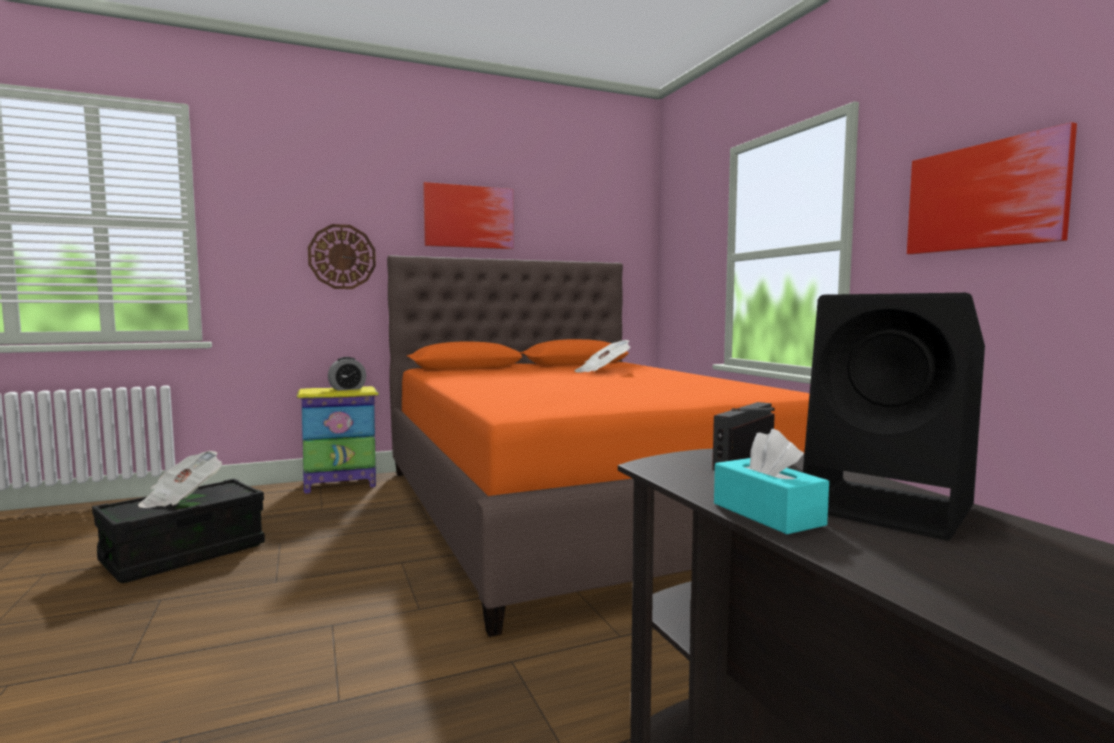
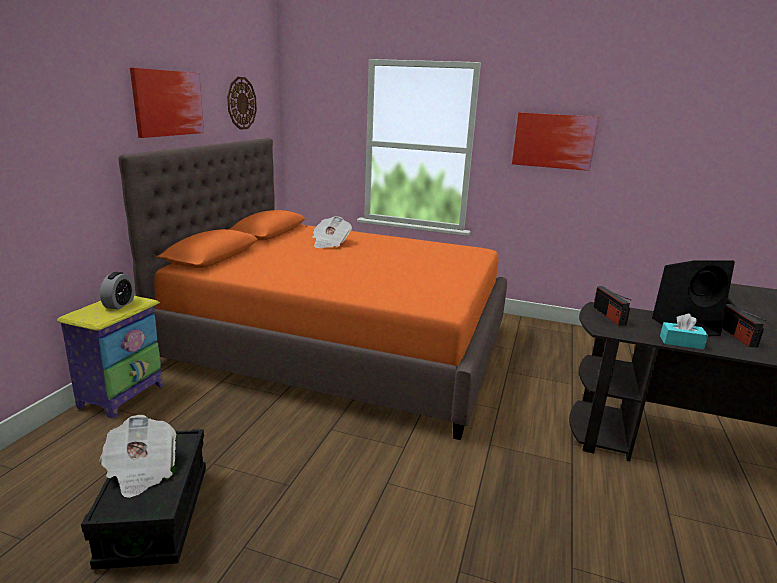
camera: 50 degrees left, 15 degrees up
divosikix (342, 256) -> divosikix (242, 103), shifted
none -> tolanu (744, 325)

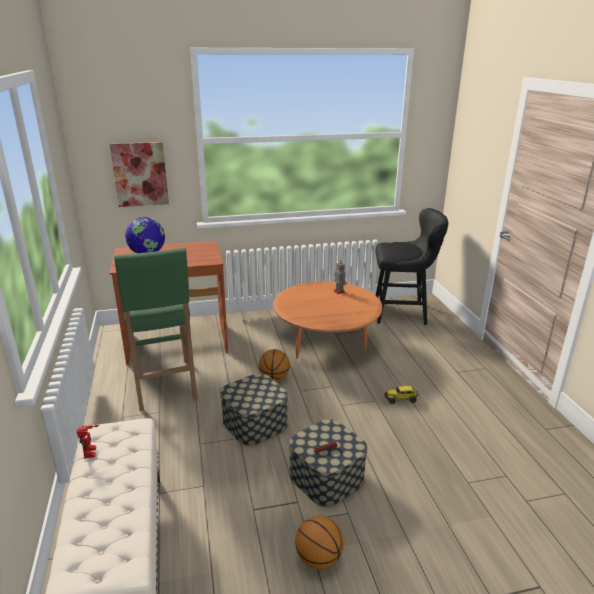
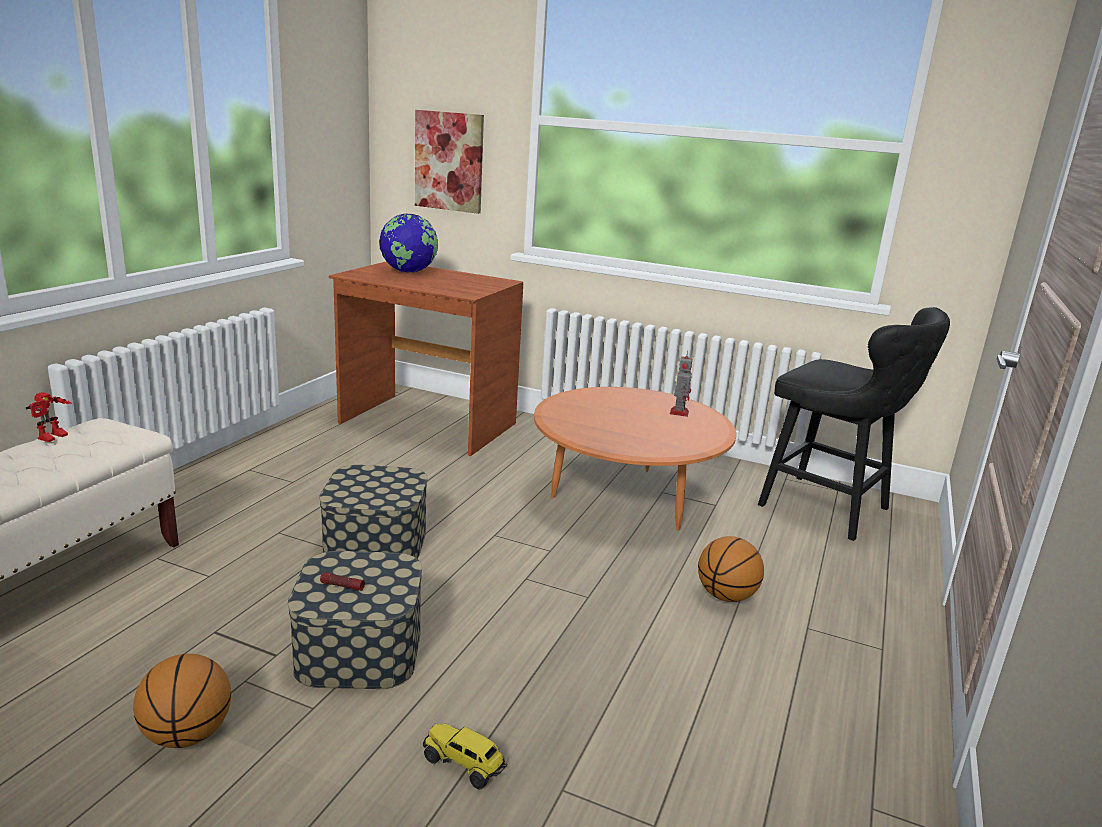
camera: 35 degrees right, 5 degrees down
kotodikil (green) (156, 329) -> none
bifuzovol (274, 365) -> bifuzovol (731, 569), shifted
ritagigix (401, 395) -> ritagigix (465, 757), shifted

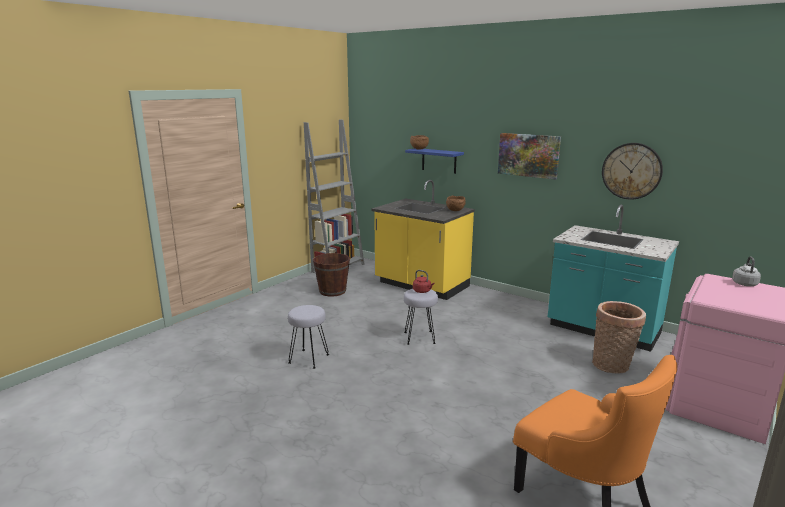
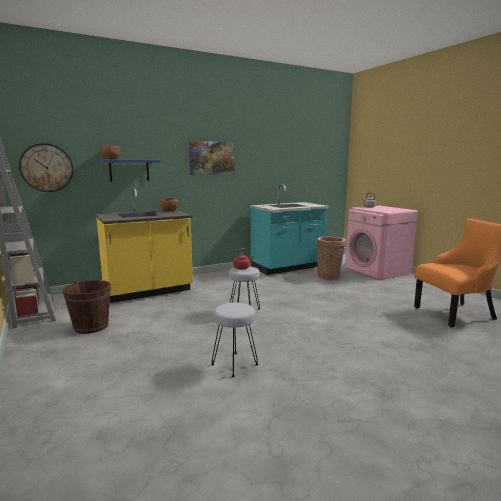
camera: 65 degrees left, 5 degrees down
divosikix (632, 171) -> divosikix (46, 167), shifted

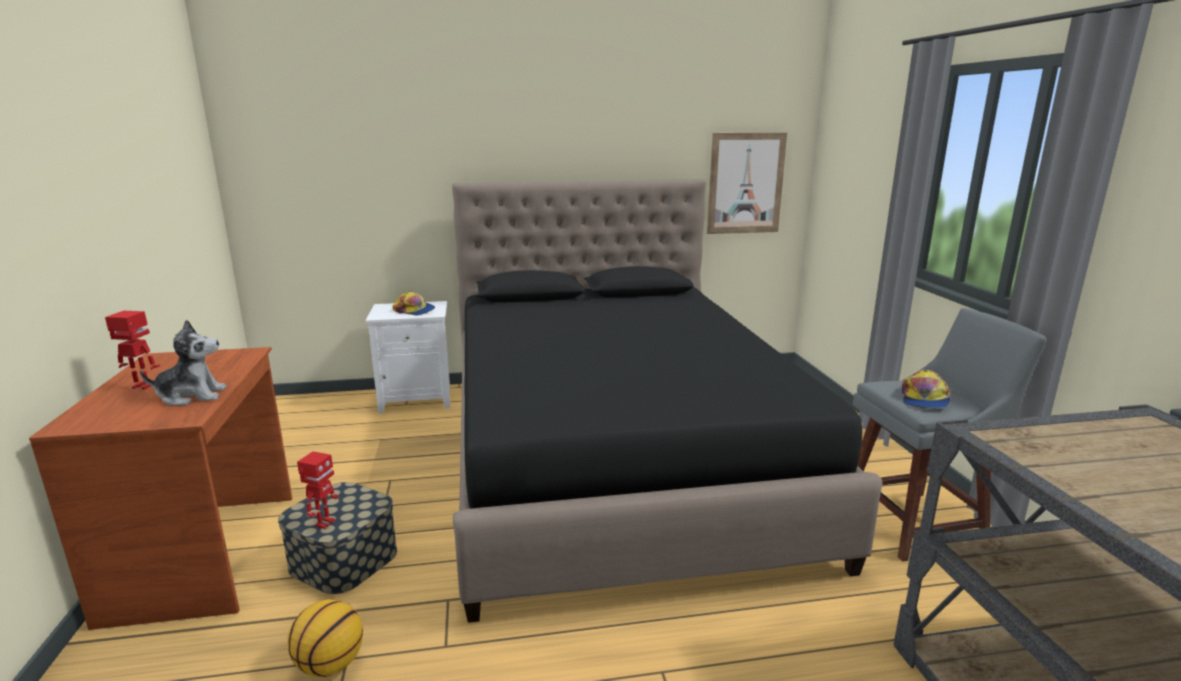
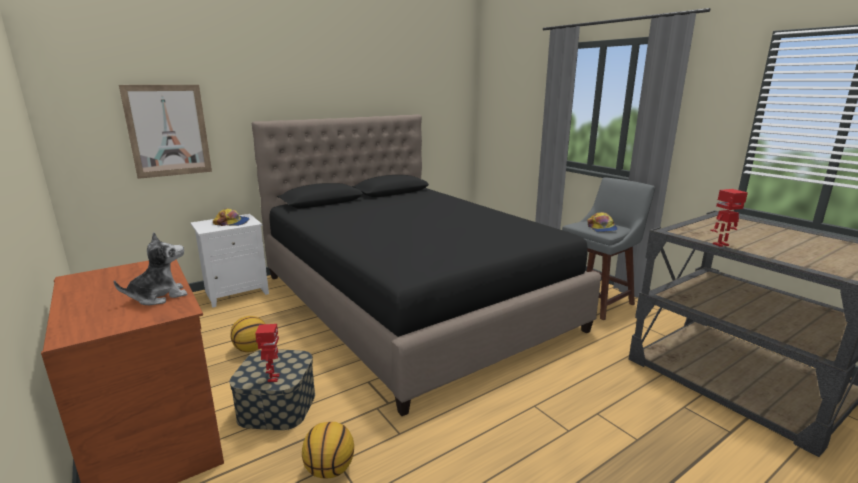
camera: 25 degrees left, 0 degrees up
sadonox (132, 350) -> sadonox (729, 218), shifted
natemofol (747, 183) -> natemofol (165, 132), shifted
none -> bifuzovol (247, 334)

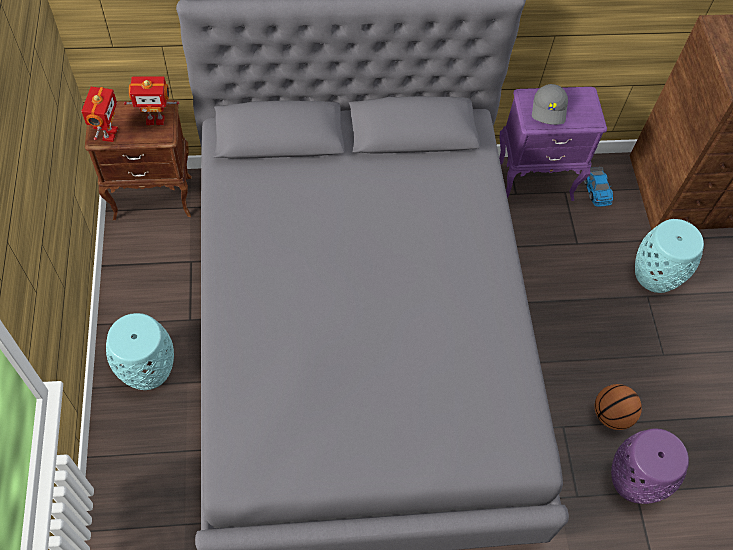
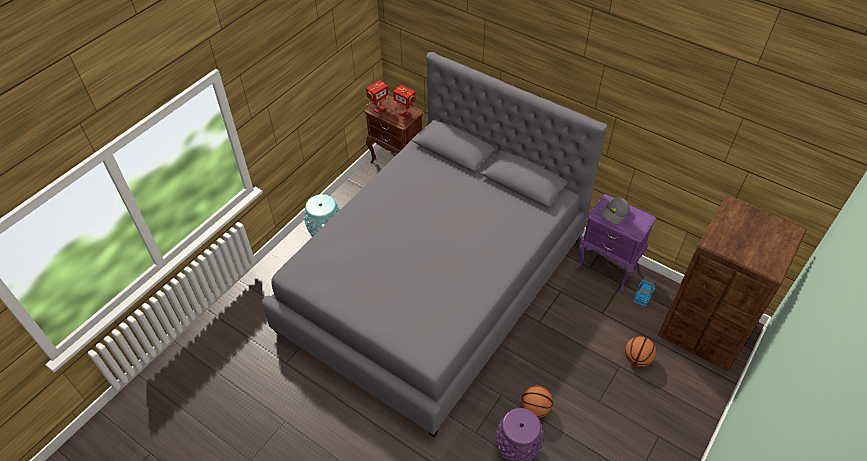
camera: 45 degrees right, 10 degrees down
kotodikil (turquoise) (669, 256) -> bifuzovol (640, 351)

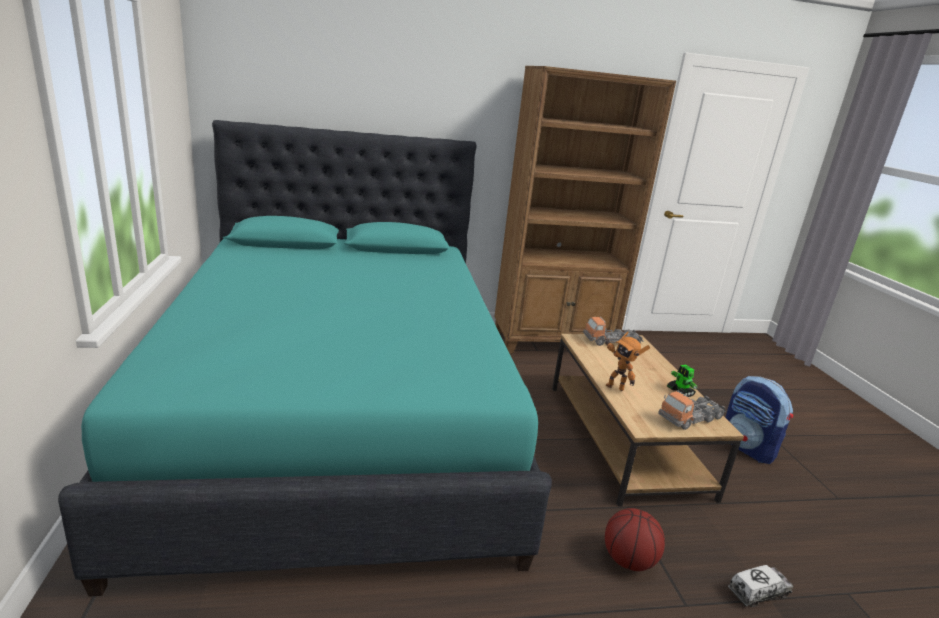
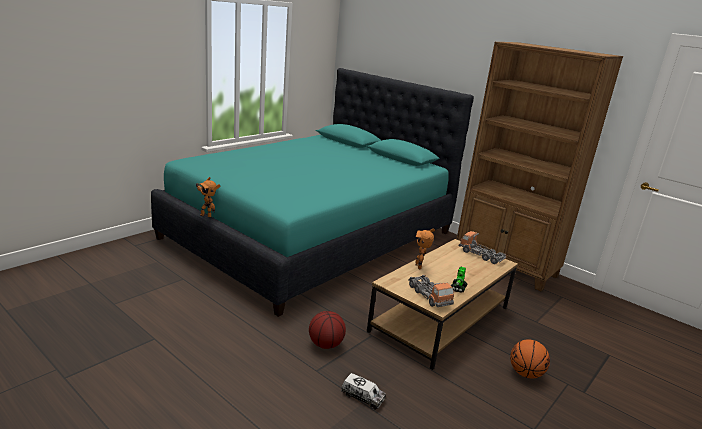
camera: 50 degrees right, 0 degrees up
ritagigix (692, 410) -> ritagigix (431, 291), 135 degrees counterclockwise
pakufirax (759, 420) -> bifuzovol (530, 359)
none -> sadonox (207, 197)

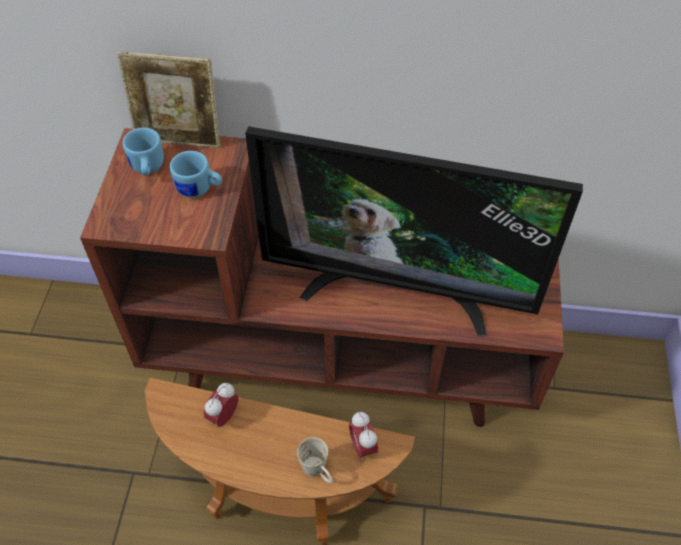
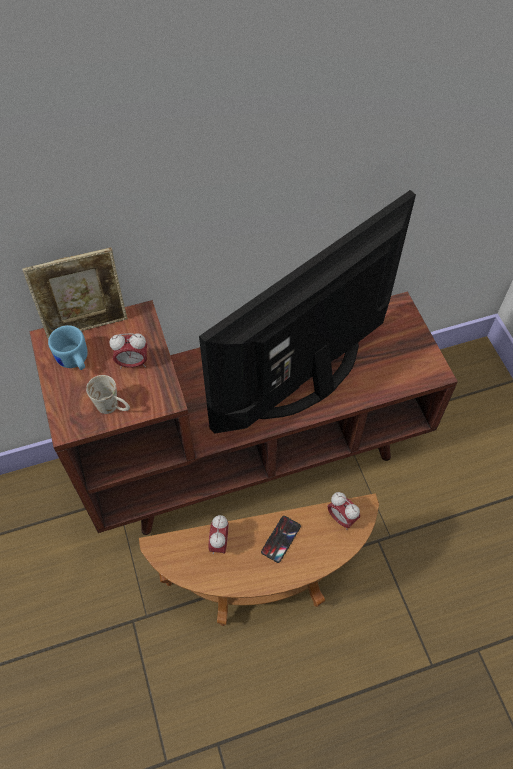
camera: 25 degrees left, 5 degrees up
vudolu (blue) (196, 174) -> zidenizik (128, 351)
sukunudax (414, 232) -> sukunudax (307, 312), 150 degrees clockwise
vudolu (white) (315, 460) -> vudolu (white) (108, 394), shifted
none -> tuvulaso (281, 539)

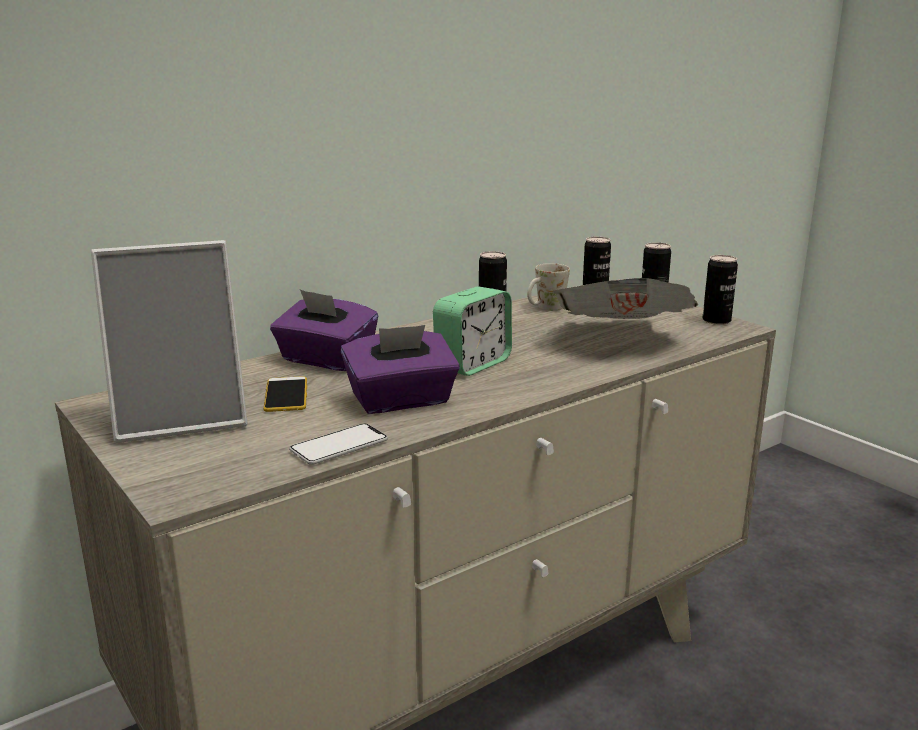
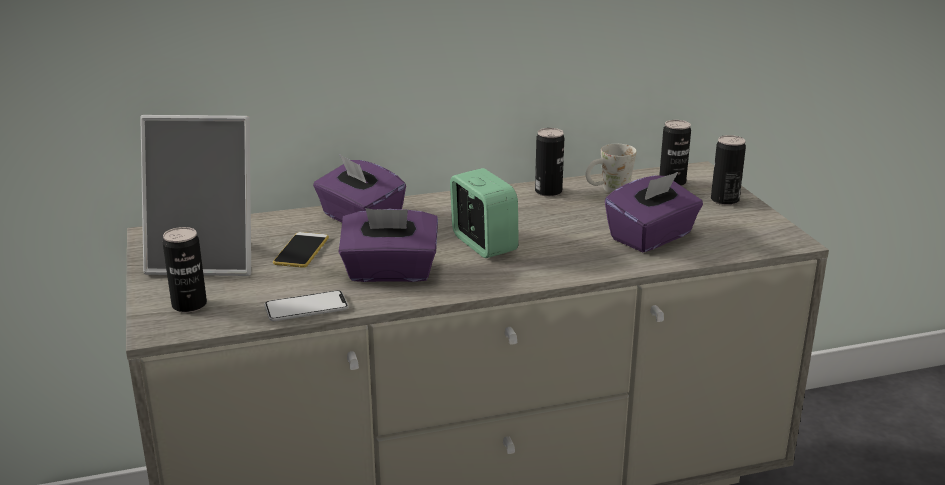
camera: 20 degrees right, 5 degrees up
zidenizik (472, 331) -> zidenizik (484, 213), 90 degrees counterclockwise
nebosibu (625, 298) -> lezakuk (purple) (654, 212)
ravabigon (720, 290) -> ravabigon (185, 270), shifted

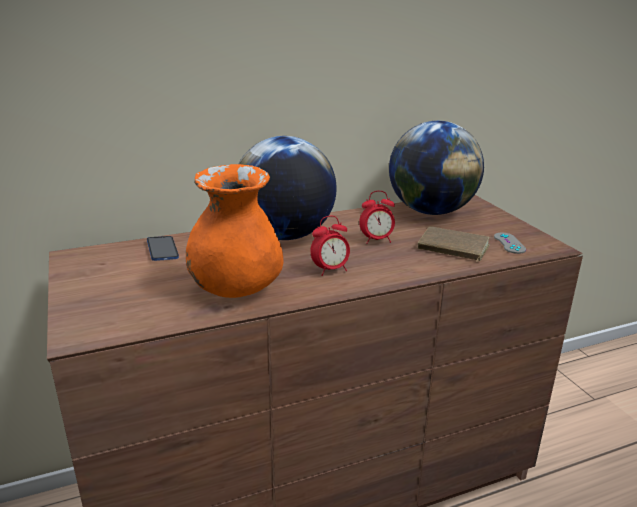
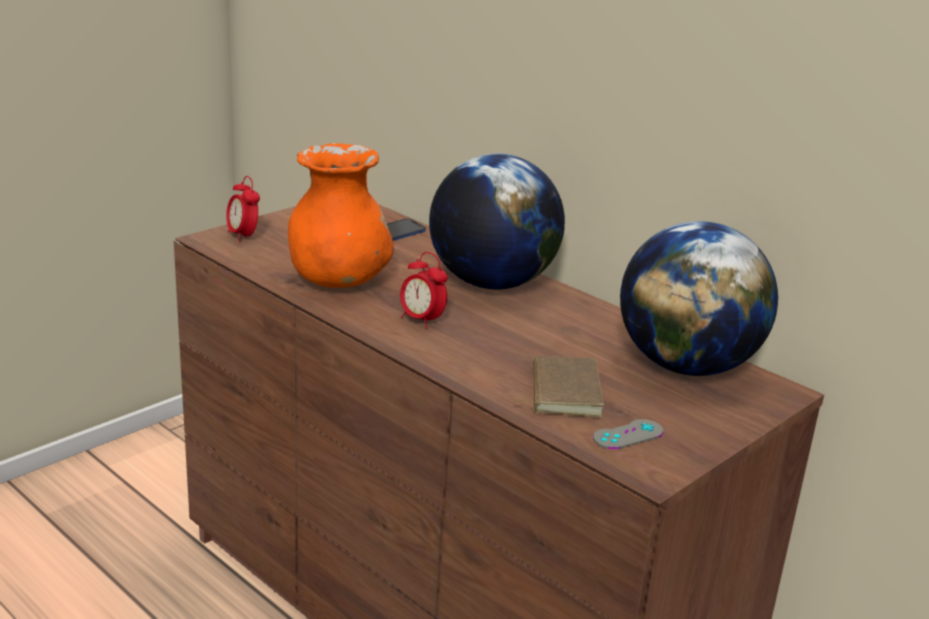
camera: 65 degrees right, 0 degrees up
zidenizik (377, 217) -> zidenizik (243, 209), shifted

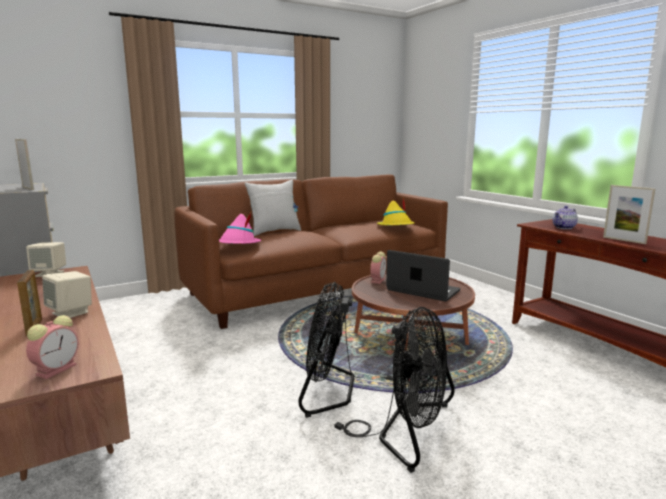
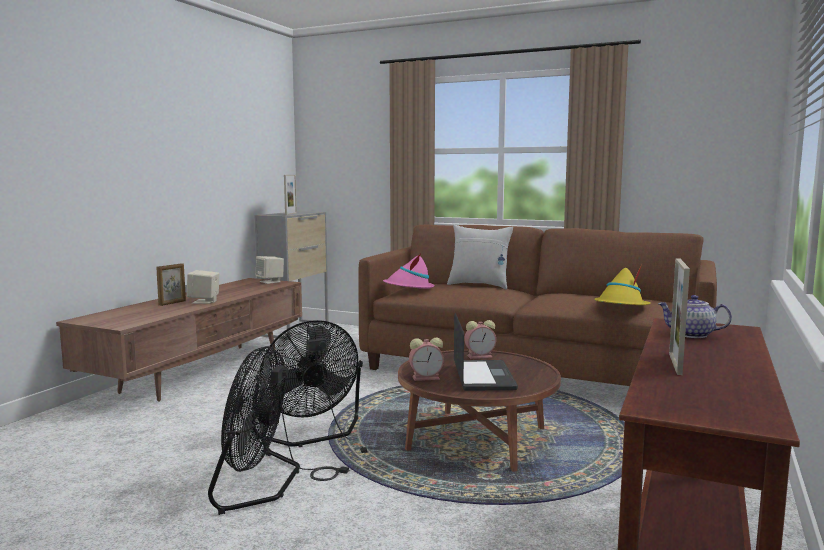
camera: 55 degrees right, 5 degrees down
zidenizik (52, 347) -> zidenizik (426, 359), shifted
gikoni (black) (394, 390) -> gikoni (black) (279, 430), 105 degrees clockwise

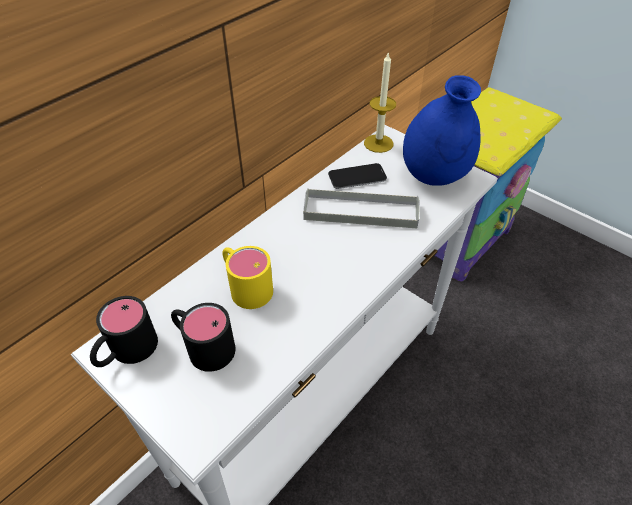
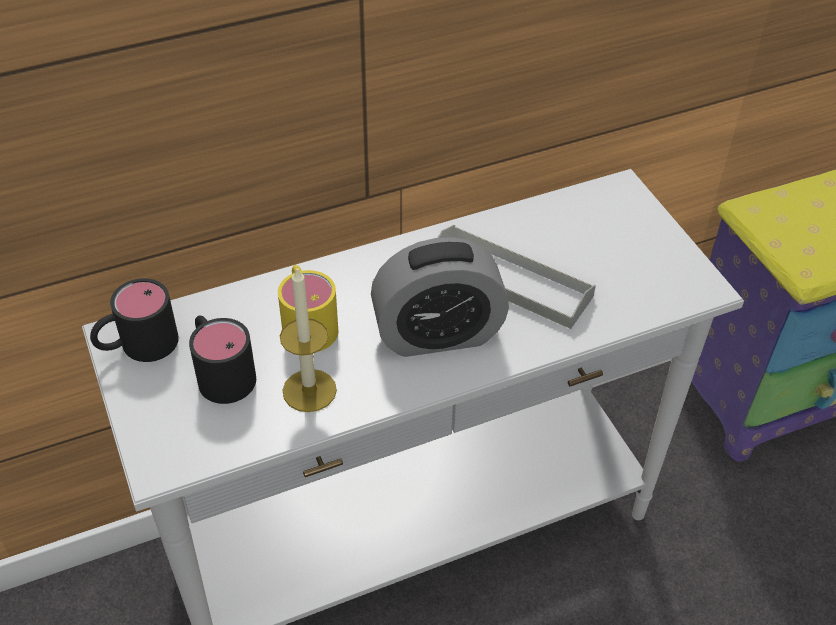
camera: 25 degrees right, 0 degrees up
tuvulaso (357, 176) -> none
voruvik (380, 102) -> voruvik (308, 340), shifted
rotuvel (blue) (442, 130) -> none
none -> zidenizik (440, 297)

